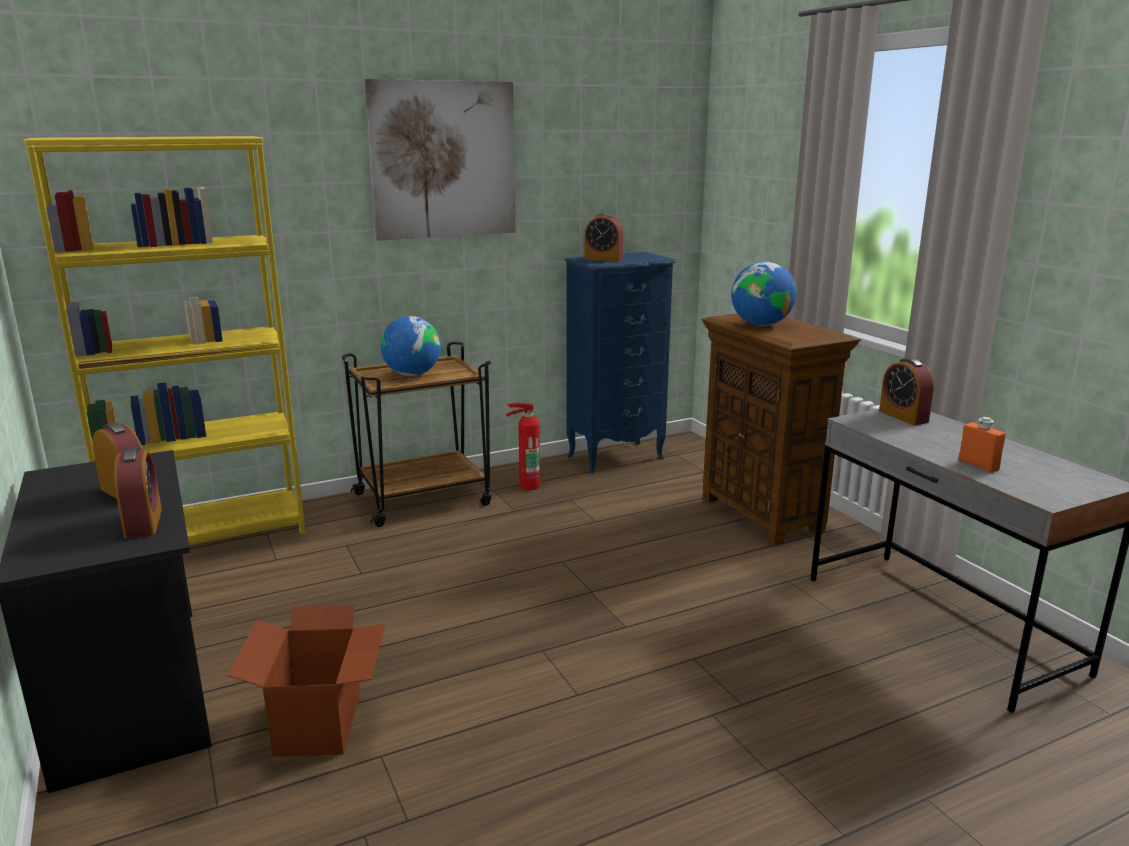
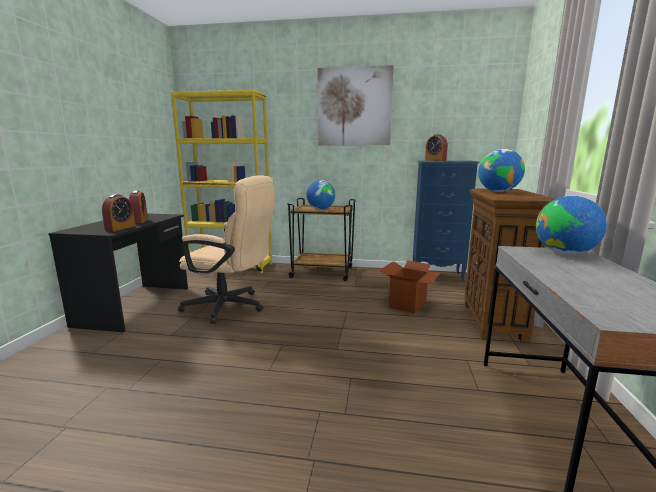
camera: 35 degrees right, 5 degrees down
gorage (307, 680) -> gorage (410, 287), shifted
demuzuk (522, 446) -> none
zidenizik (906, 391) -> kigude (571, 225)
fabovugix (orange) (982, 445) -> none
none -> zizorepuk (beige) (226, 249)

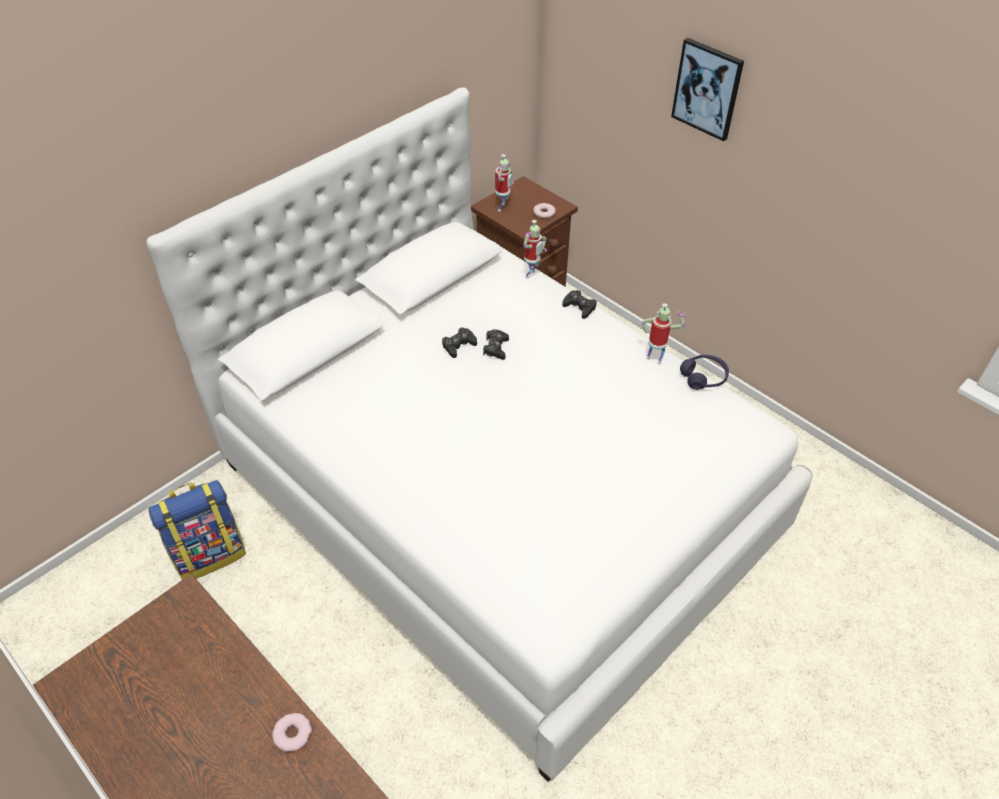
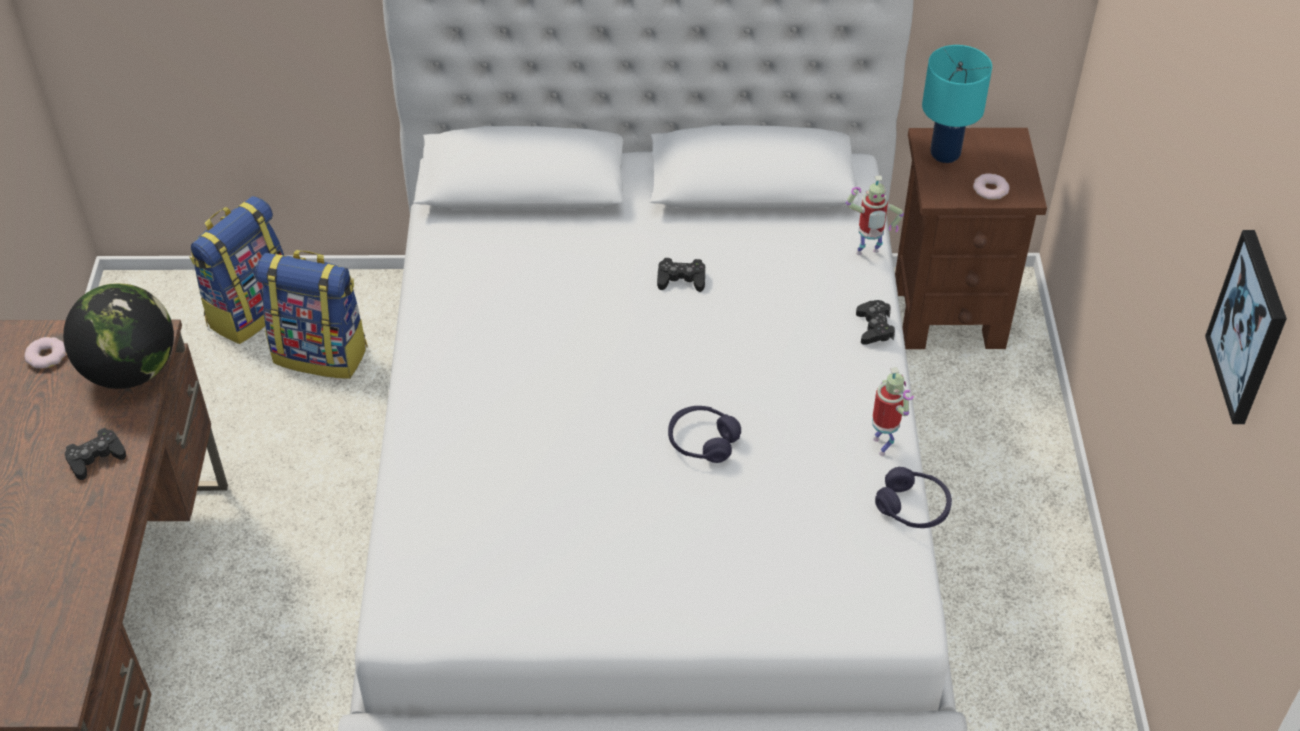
camera: 45 degrees right, 0 degrees up
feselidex (292, 732) -> feselidex (45, 353), shifted
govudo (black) (496, 344) -> govudo (black) (95, 454), shifted
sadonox (504, 183) -> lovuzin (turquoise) (957, 104)
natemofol (707, 89) -> natemofol (1246, 327), shifted
none -> kigude (118, 336)
none -> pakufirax (236, 270)
none -> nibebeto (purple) (704, 434)

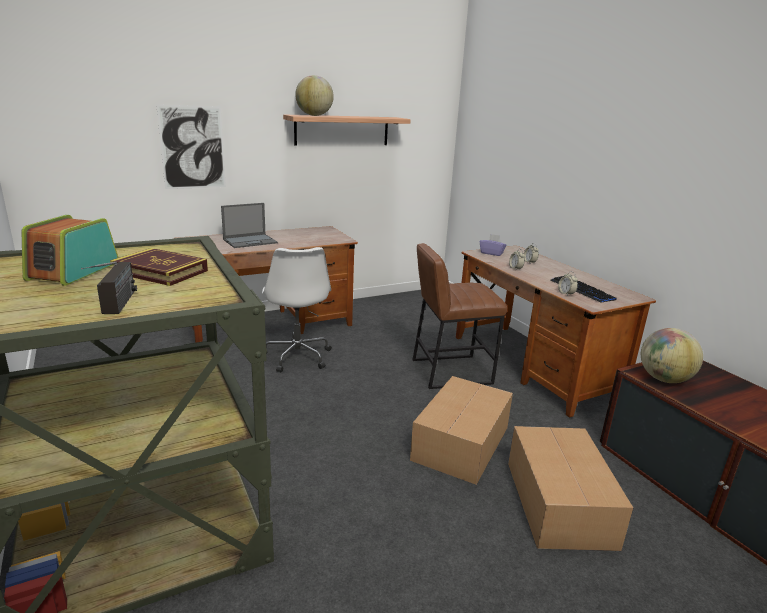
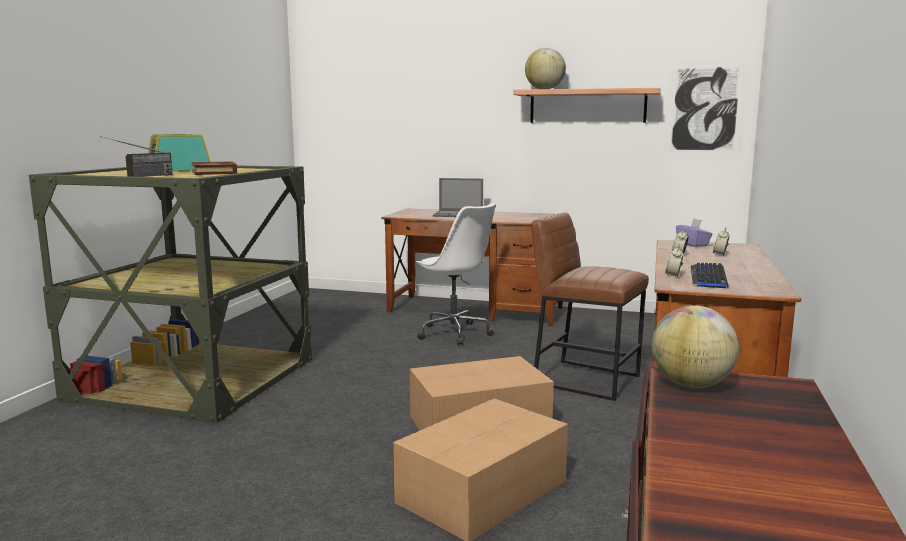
camera: 45 degrees right, 10 degrees down
natemofol (191, 146) -> natemofol (705, 108), shifted
zizorepuk (white) (297, 309) -> zizorepuk (white) (456, 274), 75 degrees counterclockwise

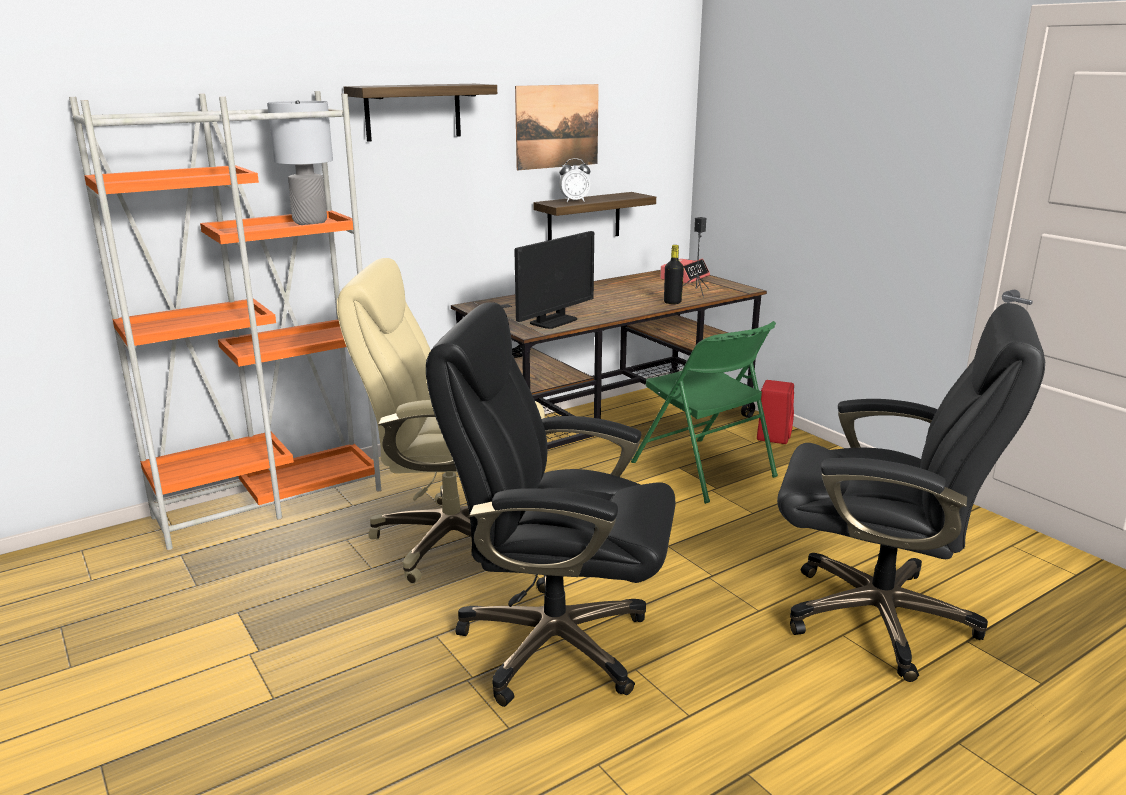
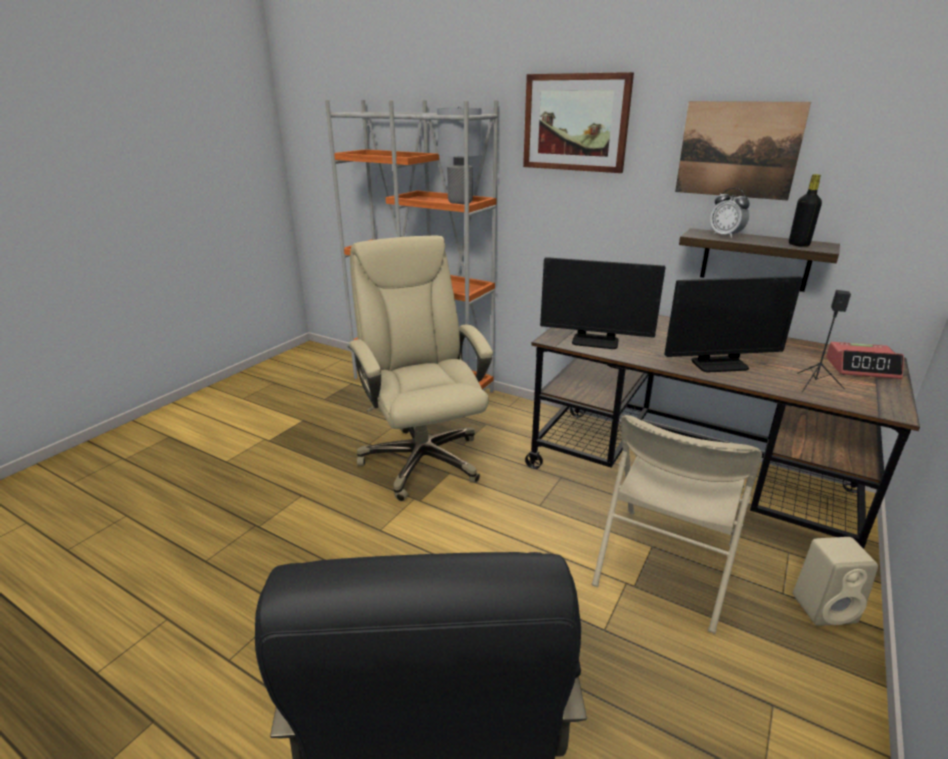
camera: 65 degrees right, 5 degrees up
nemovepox (420, 113) -> natemofol (578, 122)
zizorepuk (black) (550, 504) -> none
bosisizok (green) (704, 412) -> bosisizok (beige) (676, 524)
fabovugix (black) (674, 274) -> fabovugix (black) (805, 210), shifted
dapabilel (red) (775, 412) -> dapabilel (beige) (835, 581)
none -> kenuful (733, 324)

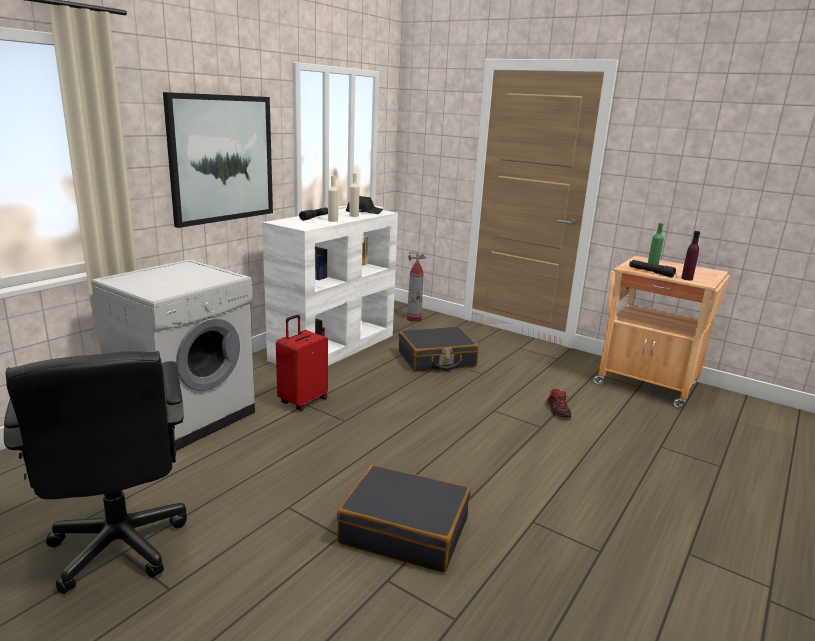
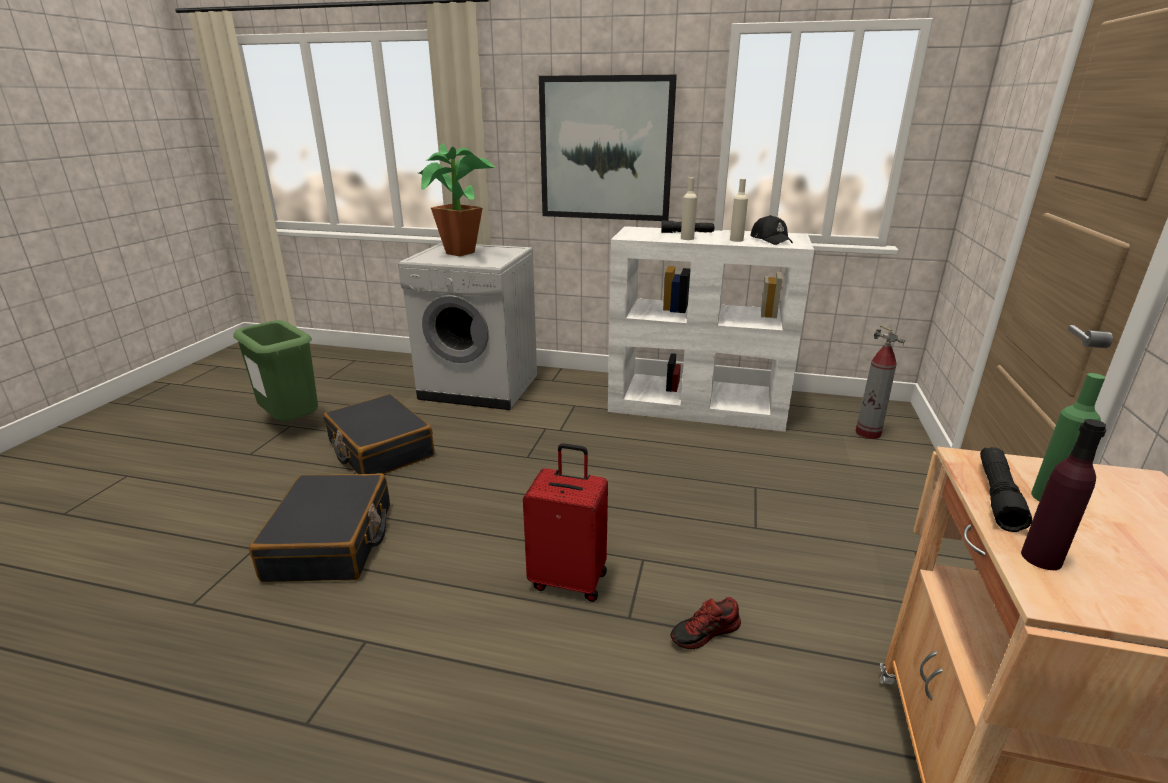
camera: 70 degrees right, 5 degrees up
zizorepuk (black) (95, 472) -> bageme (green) (275, 370)
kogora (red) (302, 363) -> kogora (red) (565, 522), shifted
kogora (black) (439, 349) -> kogora (black) (379, 434), shifted
none -> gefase (457, 200)

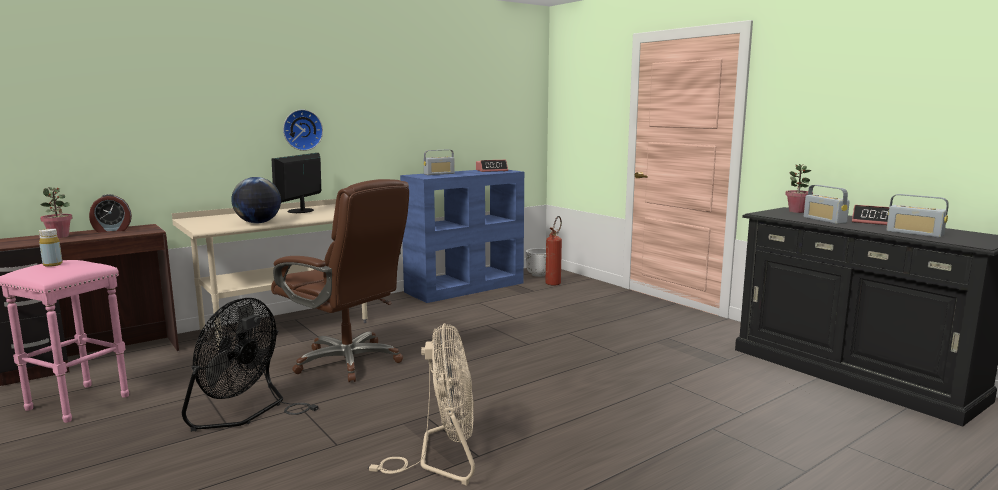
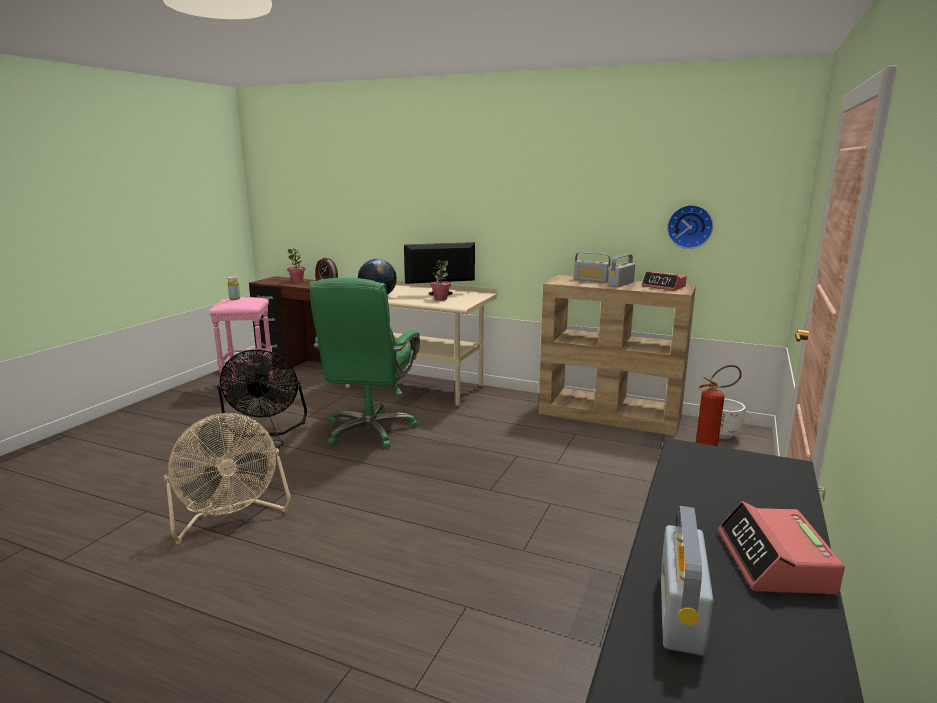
camera: 60 degrees right, 5 degrees up
zizorepuk (brown) (340, 280) -> zizorepuk (green) (365, 363)
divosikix (303, 130) -> divosikix (690, 227), shifted
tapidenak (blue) (462, 236) -> tapidenak (brown) (617, 355)
gefase (799, 188) -> gefase (440, 280), shifted
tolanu (827, 204) -> tolanu (621, 270), shifted

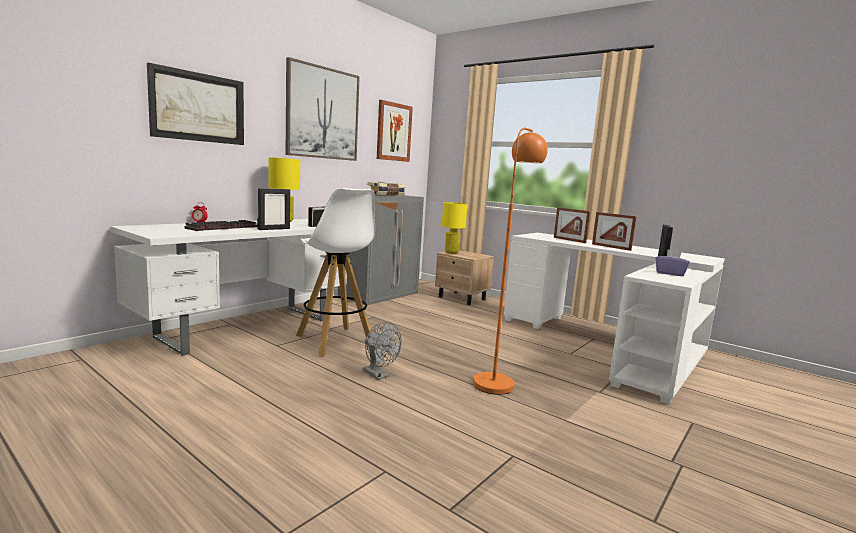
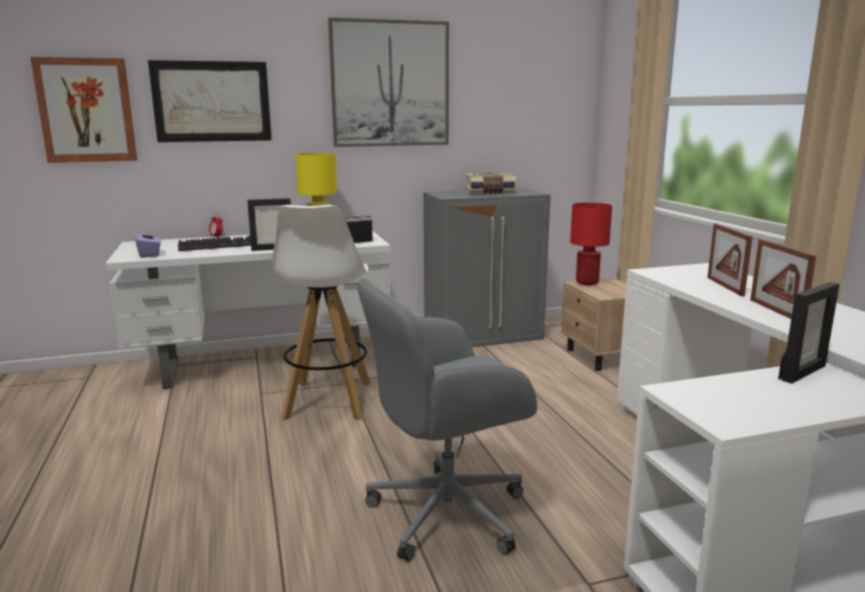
camera: 35 degrees right, 5 degrees up
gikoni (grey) (382, 350) -> none
natemofol (395, 131) -> natemofol (83, 110), shifted
lovuzin (yellow) (455, 228) -> lovuzin (red) (591, 244)
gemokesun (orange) (510, 261) -> zizorepuk (grey) (447, 420)
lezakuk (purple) (672, 262) -> lezakuk (purple) (148, 243), shifted

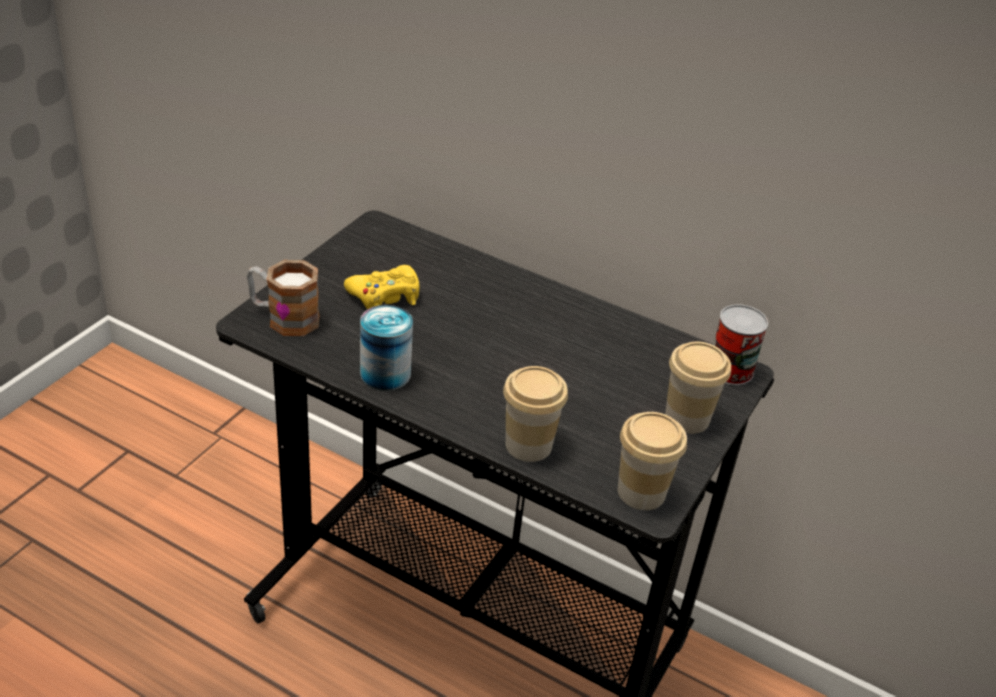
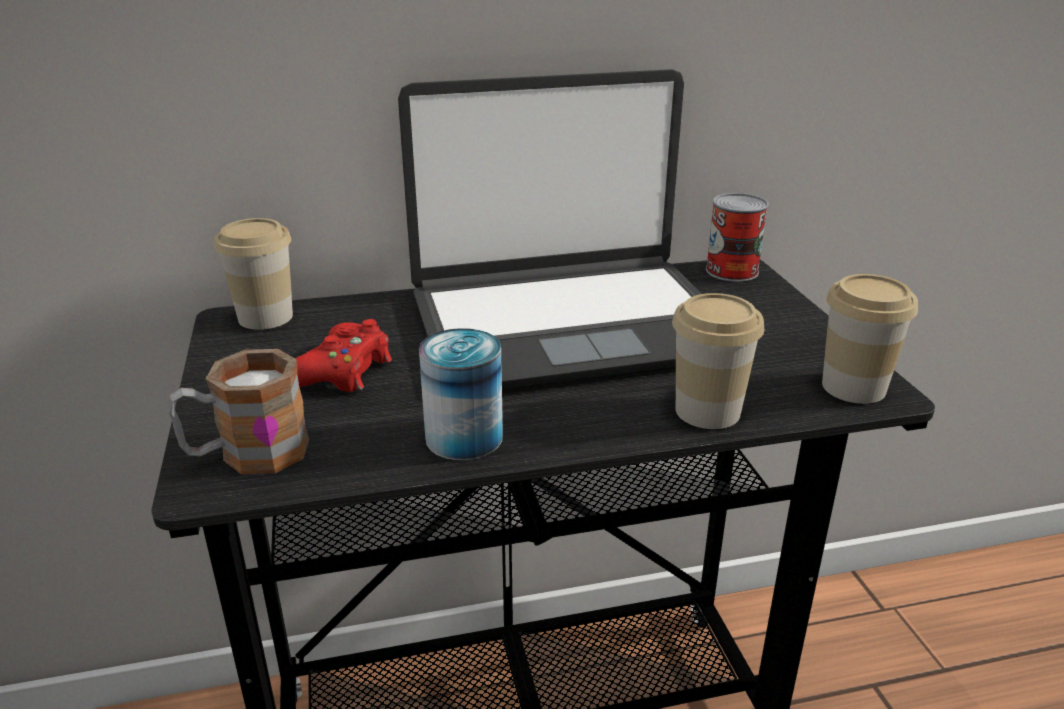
camera: 40 degrees left, 10 degrees down
govudo (yellow) (381, 287) -> govudo (red) (343, 355)
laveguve (698, 388) -> laveguve (253, 274), shifted
none -> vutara (550, 229)

